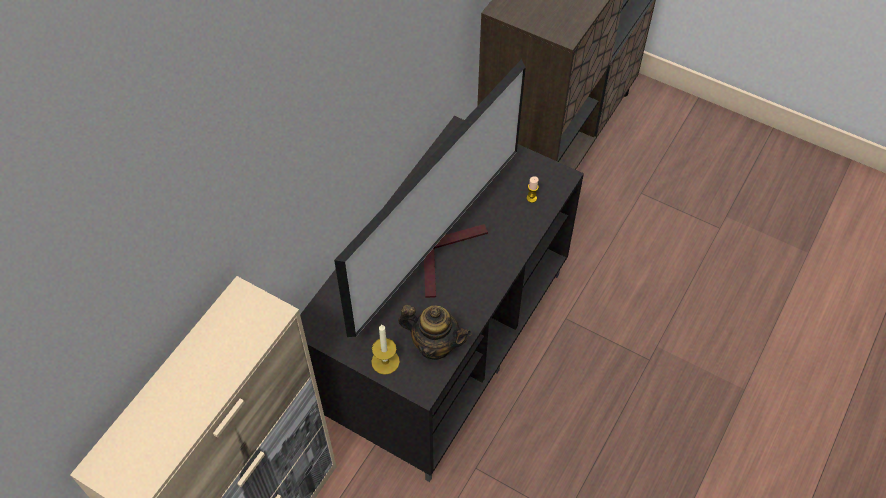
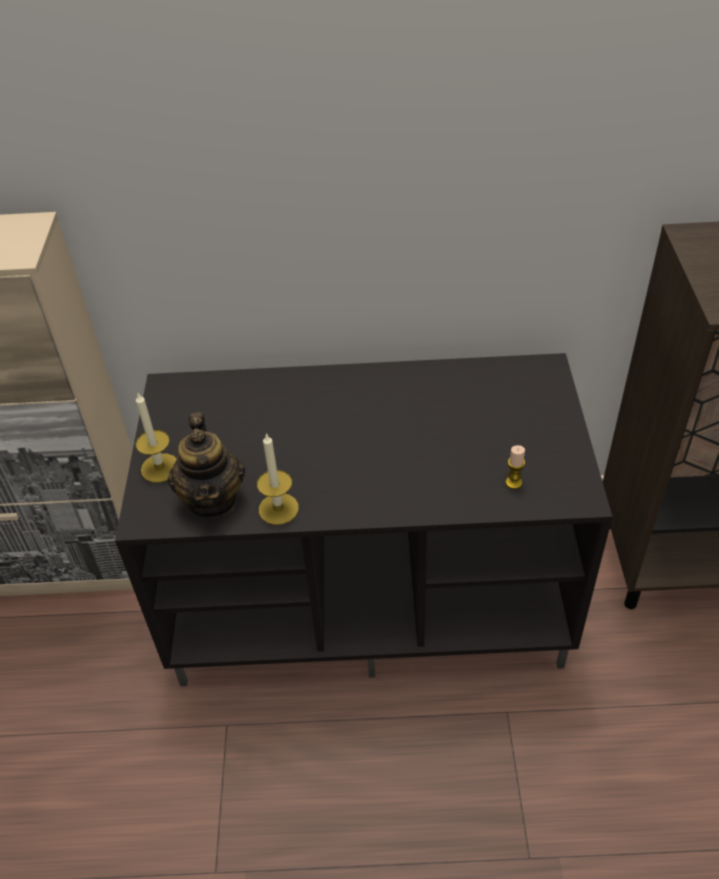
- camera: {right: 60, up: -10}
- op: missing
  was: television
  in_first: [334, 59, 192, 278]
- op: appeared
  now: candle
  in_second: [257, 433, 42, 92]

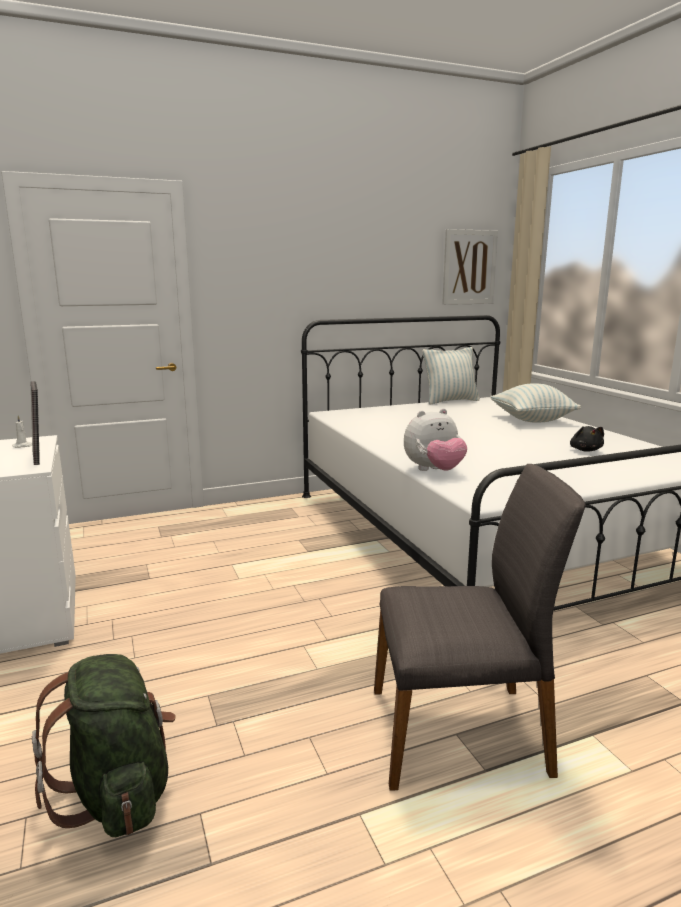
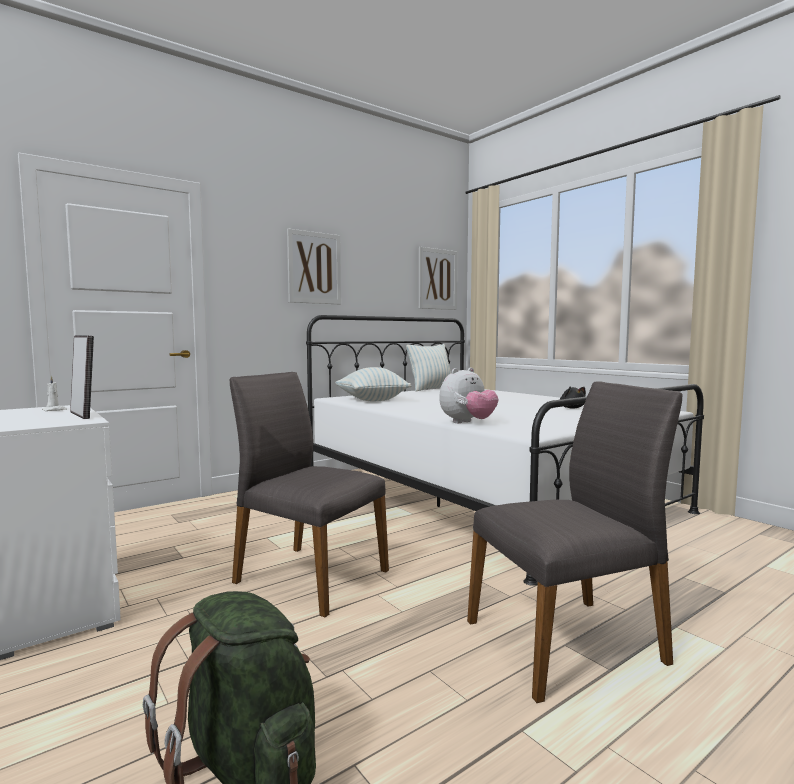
- camera: {right: -15, up: -10}
- op: relocated
  was: pillow
  in_first: [491, 383, 90, 39]
  in_second: [335, 367, 77, 34]
- op: appeared
  now: grey chair
  in_second: [230, 372, 159, 245]
- op: appeared
  now: picture
  in_second: [287, 229, 54, 75]

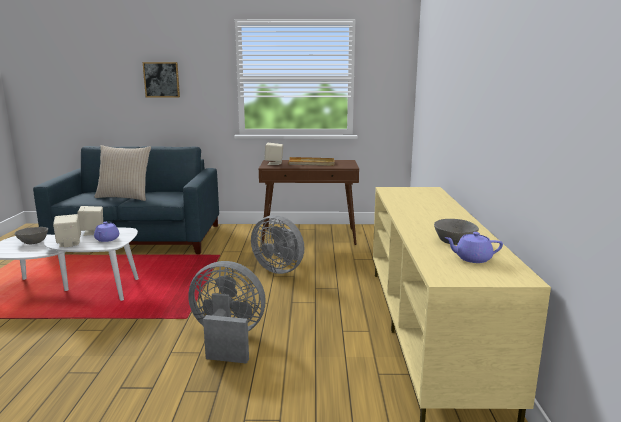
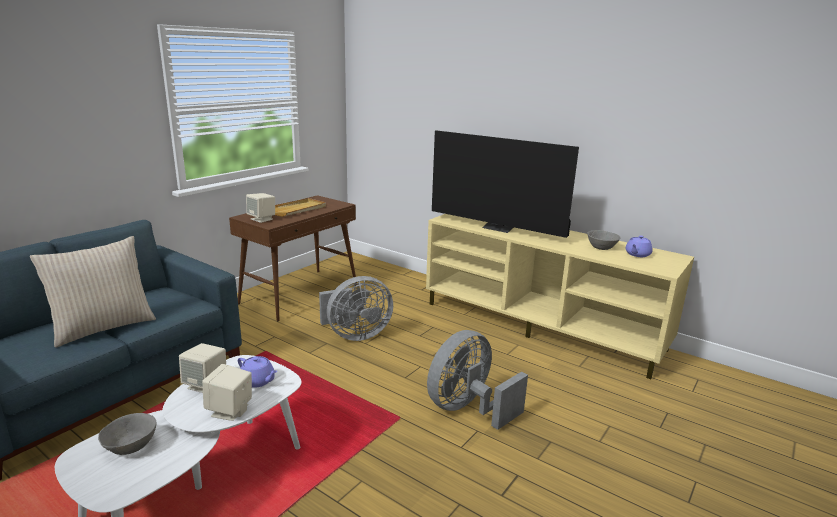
- camera: {right: -55, up: 5}
- op: missing
  was: picture
  in_first: [143, 62, 37, 35]
- op: appeared
  now: television
  in_second: [432, 130, 147, 108]

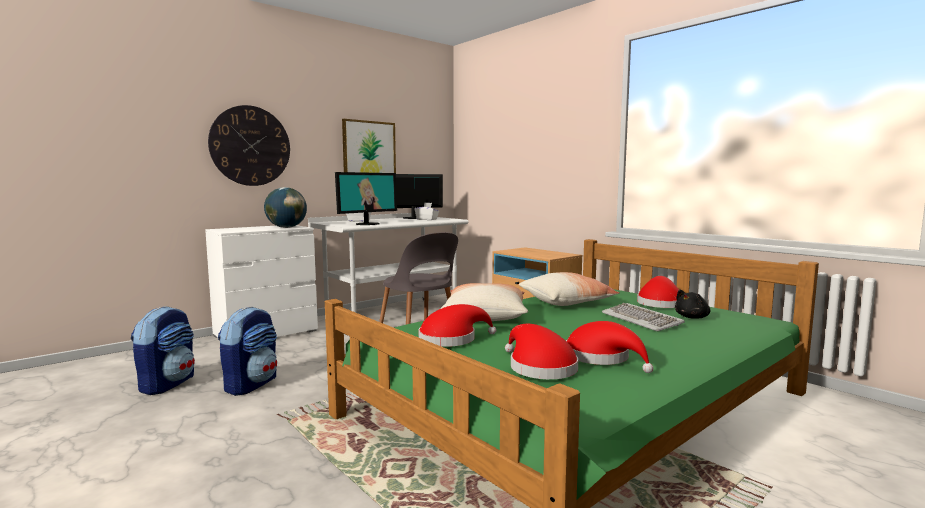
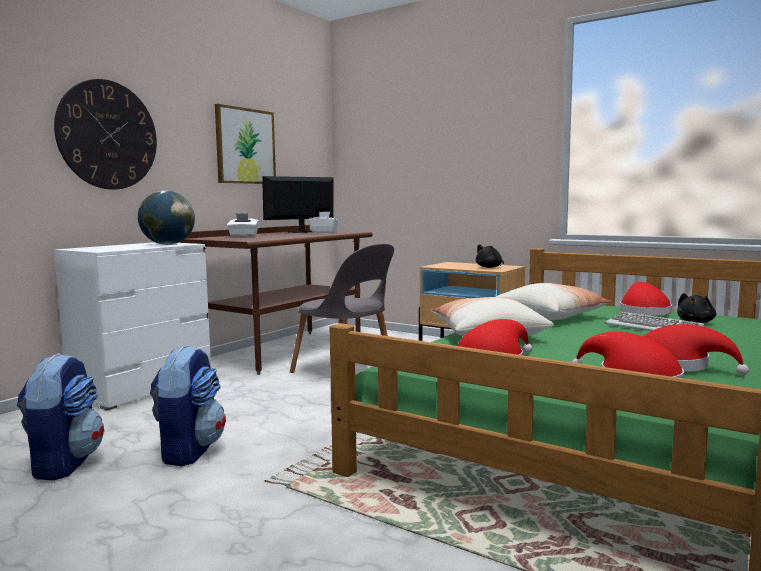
- camera: {right: -15, up: 0}
- op: colour
  was: white desk
  now: brown desk
  in_first: [308, 213, 160, 100]
  in_second: [180, 225, 193, 150]
- op: missing
  was: monitor
  in_first: [335, 172, 62, 53]
- op: appeared
  now: black plush toy
  in_second: [476, 244, 28, 24]

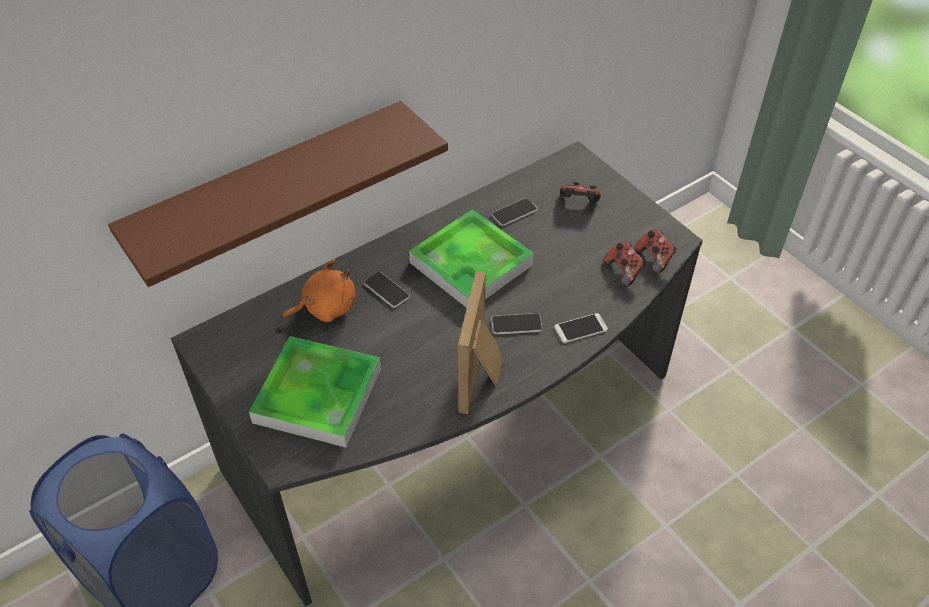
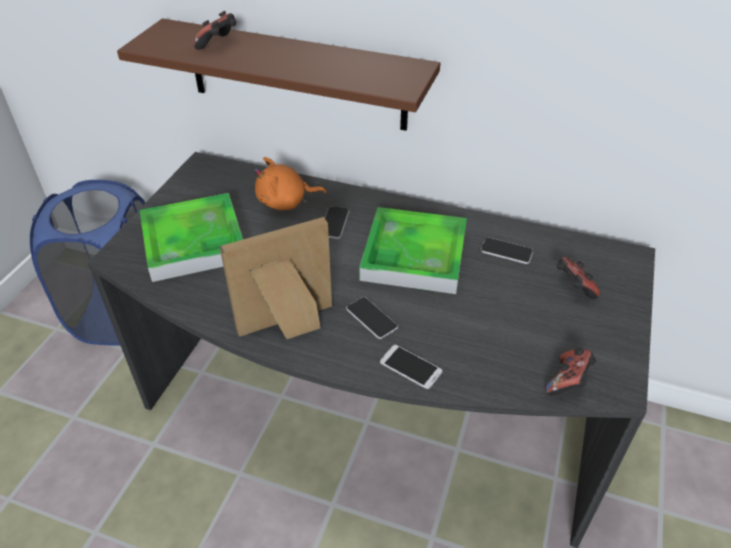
- camera: {right: 55, up: -5}
- op: spun
  was: orange plush toy
  in_first: [282, 259, 74, 63]
  in_second: [254, 157, 73, 53]
  clockwise: 135
- op: relocated
  was: game controller
  in_first: [604, 241, 41, 46]
  in_second: [193, 11, 43, 39]

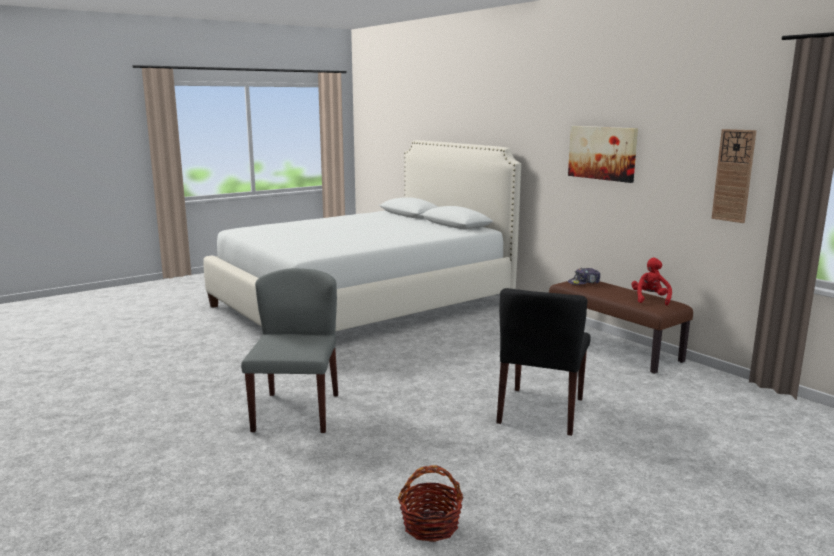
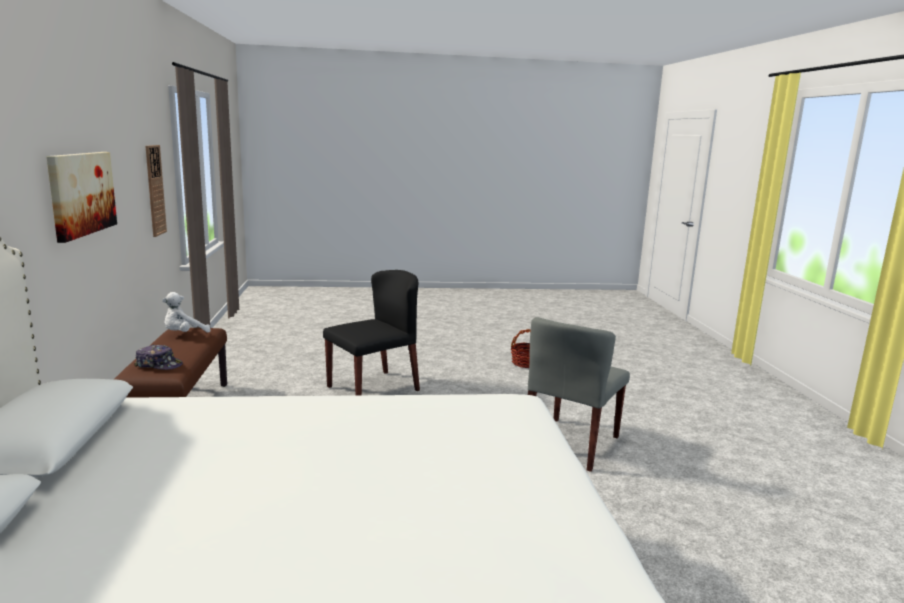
- camera: {right: -150, up: 0}
- op: colour
  was: red plush toy
  now: white plush toy
  in_first: [632, 258, 40, 48]
  in_second: [162, 292, 49, 41]

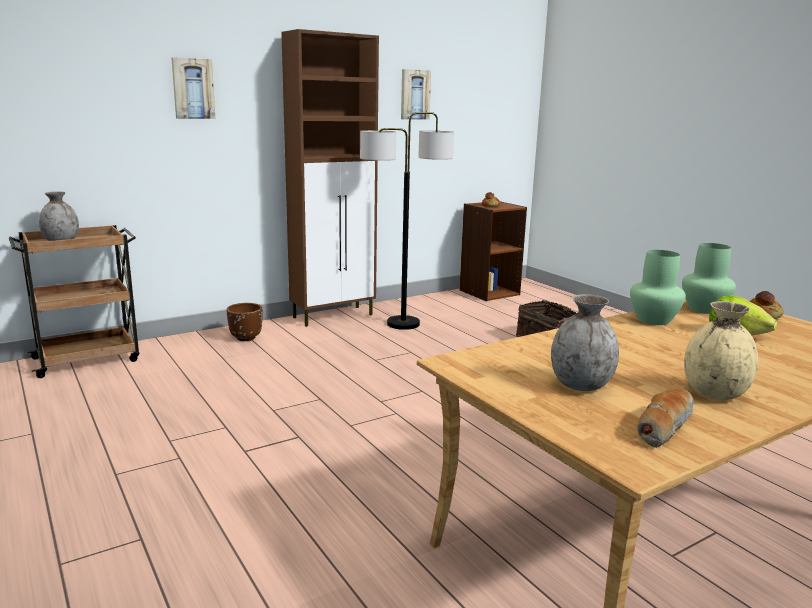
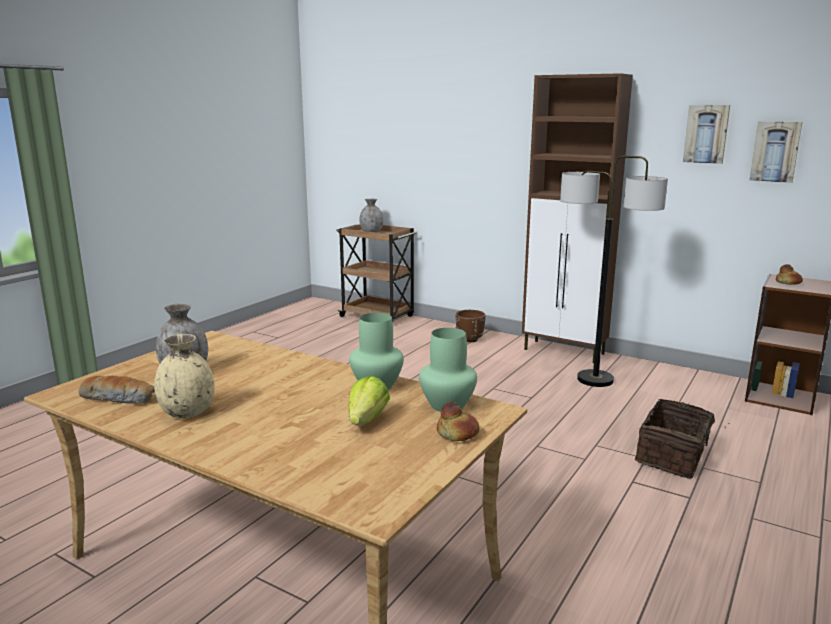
- camera: {right: 65, up: 0}
- op: relocated
  was: picture
  in_first: [171, 57, 44, 62]
  in_second: [750, 121, 52, 62]

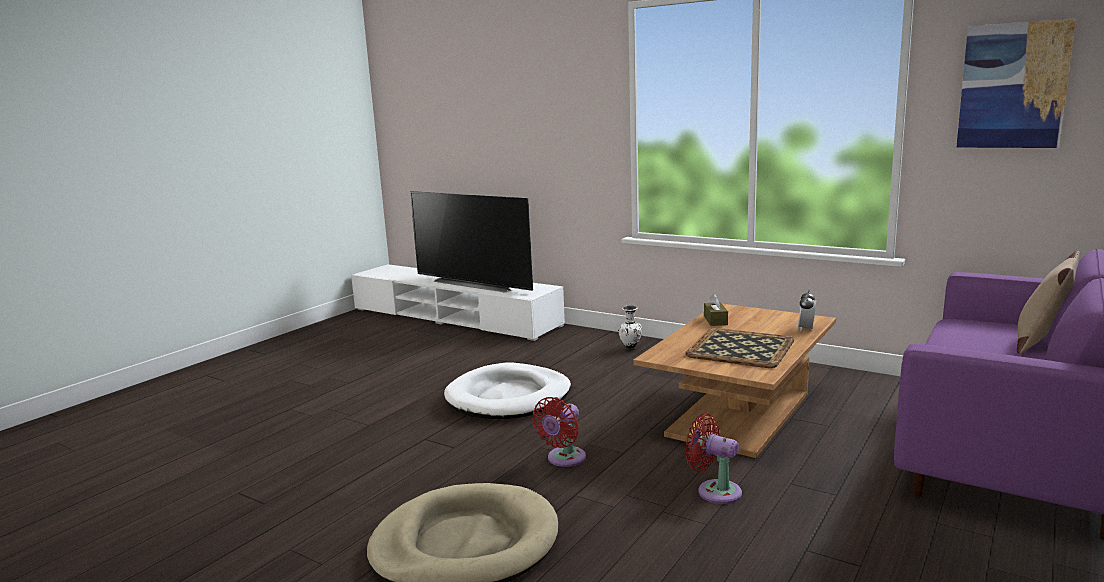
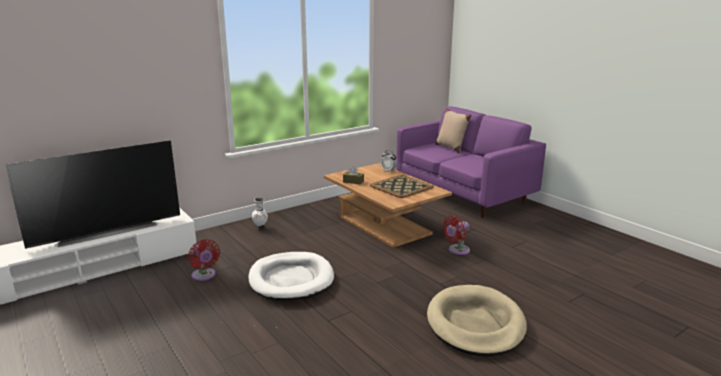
- camera: {right: -70, up: 5}
- op: relocated
  was: red fan
  in_first: [532, 397, 54, 70]
  in_second: [188, 239, 32, 42]
- op: missing
  was: picture
  in_first: [957, 18, 119, 130]

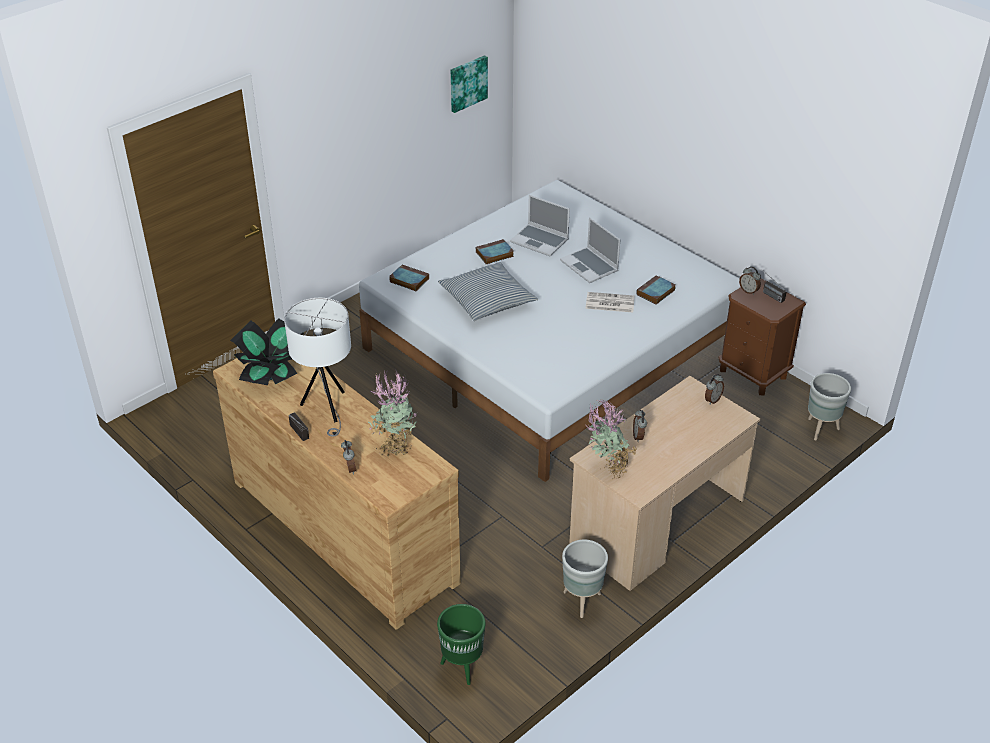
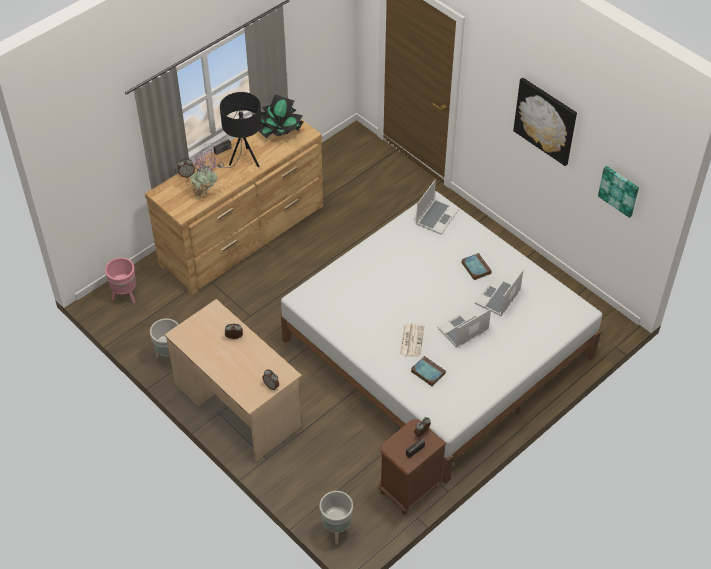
- camera: {right: 90, up: 10}
- op: colour
  was: white table lamp
  now: black table lamp
  in_first: [284, 298, 67, 139]
  in_second: [217, 92, 45, 76]
- op: exchanged
  was: book
  now: laptop
  in_first: [389, 265, 40, 26]
  in_second: [416, 179, 43, 56]
- op: colour
  was: green planter
  now: pink planter
  in_first: [437, 604, 49, 81]
  in_second: [105, 258, 31, 46]
- op: missing
  was: pillow
  in_first: [438, 262, 100, 59]
- op: missing
  was: potted plant
  in_first: [586, 400, 51, 79]
- op: appeared
  now: picture
  in_second: [513, 78, 64, 88]

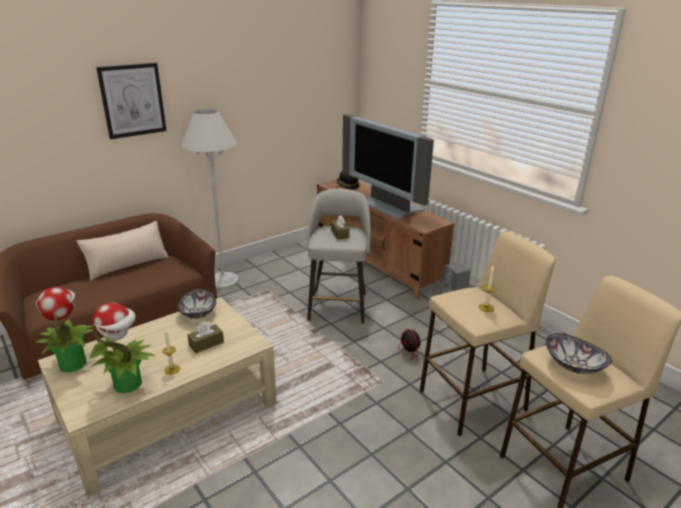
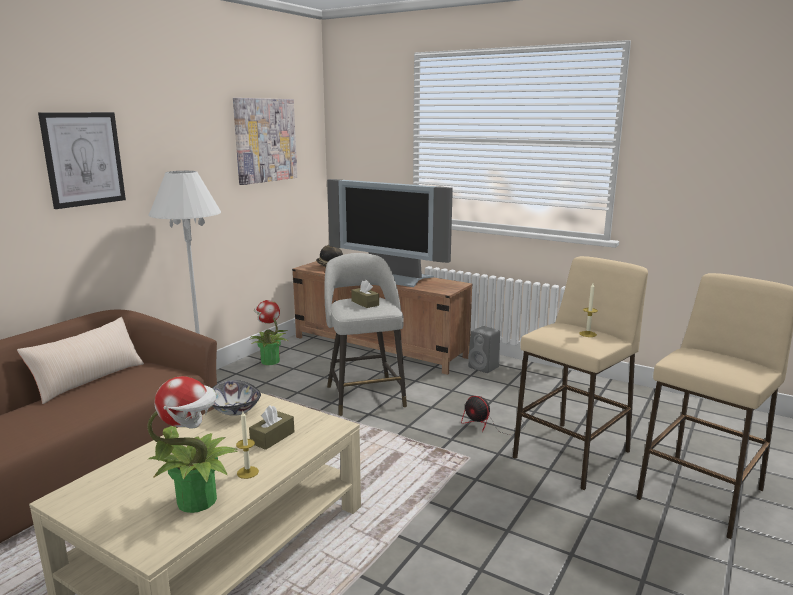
- camera: {right: -20, up: -10}
- op: relocated
  was: potted plant
  in_first: [35, 287, 58, 85]
  in_second: [251, 300, 38, 65]
- op: missing
  was: bowl
  in_first: [546, 333, 66, 41]
- op: appeared
  now: picture
  in_second: [233, 98, 64, 87]

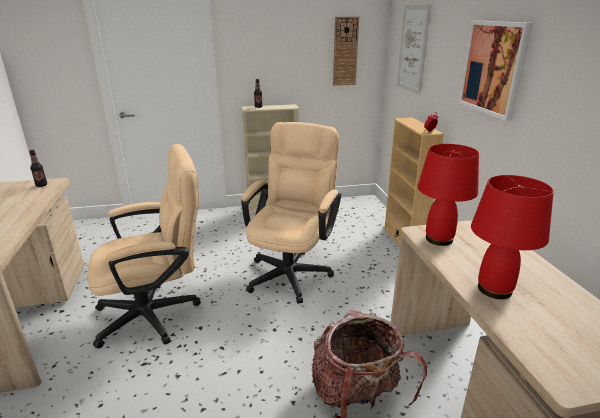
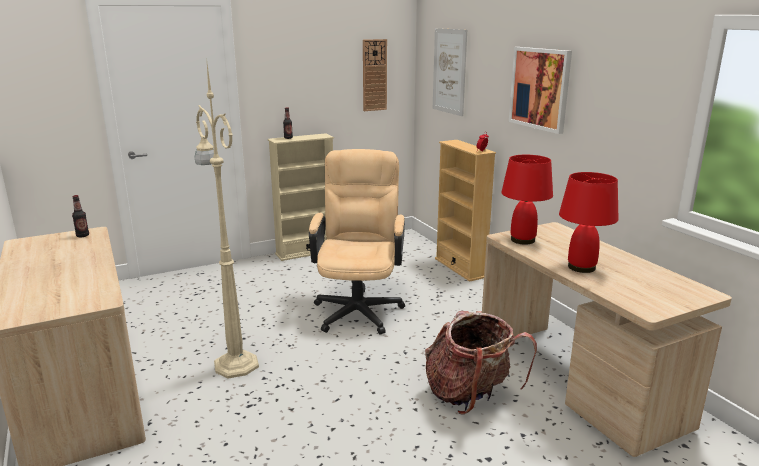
- camera: {right: -15, up: -5}
- op: exchanged
  was: beige office chair
  now: beige floor lamp
  in_first: [87, 144, 114, 204]
  in_second: [194, 57, 65, 322]

